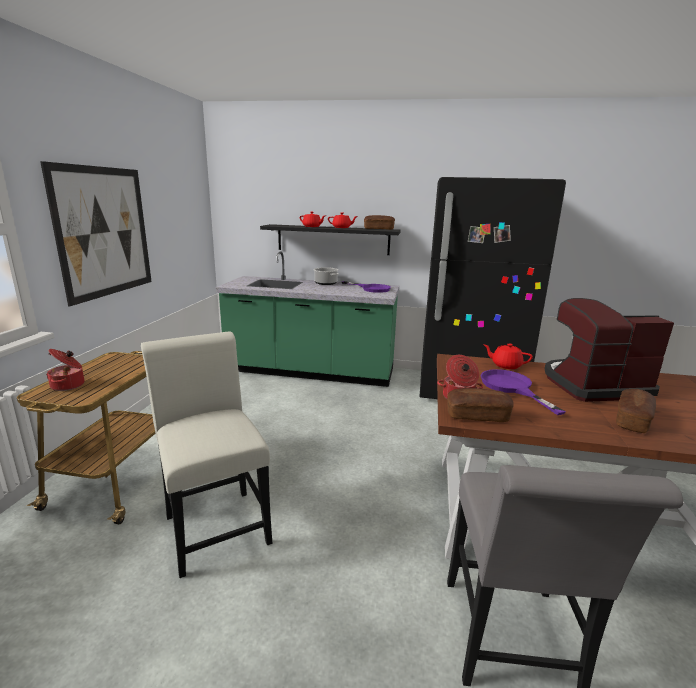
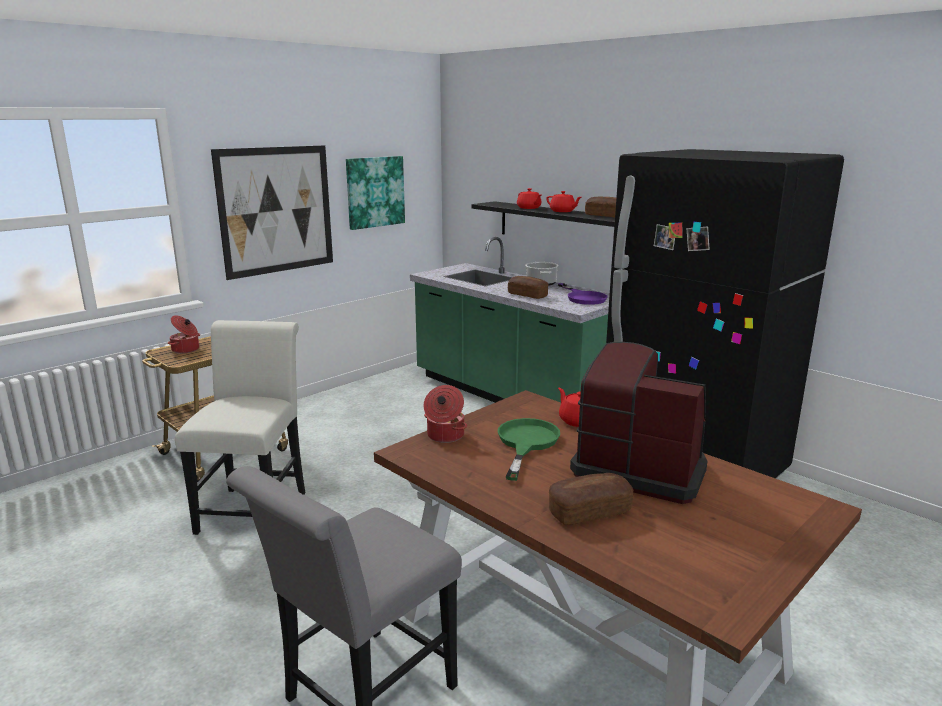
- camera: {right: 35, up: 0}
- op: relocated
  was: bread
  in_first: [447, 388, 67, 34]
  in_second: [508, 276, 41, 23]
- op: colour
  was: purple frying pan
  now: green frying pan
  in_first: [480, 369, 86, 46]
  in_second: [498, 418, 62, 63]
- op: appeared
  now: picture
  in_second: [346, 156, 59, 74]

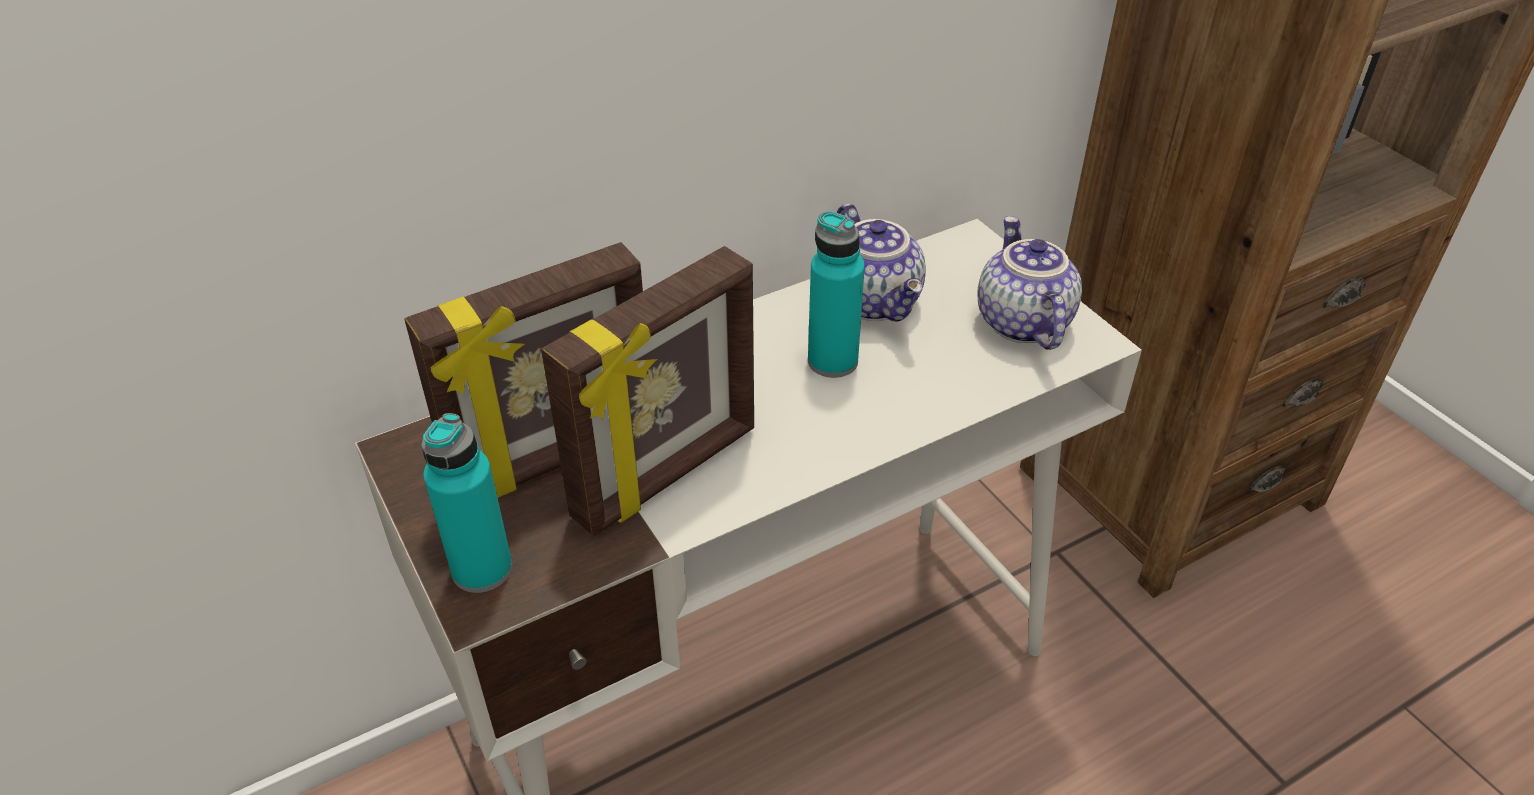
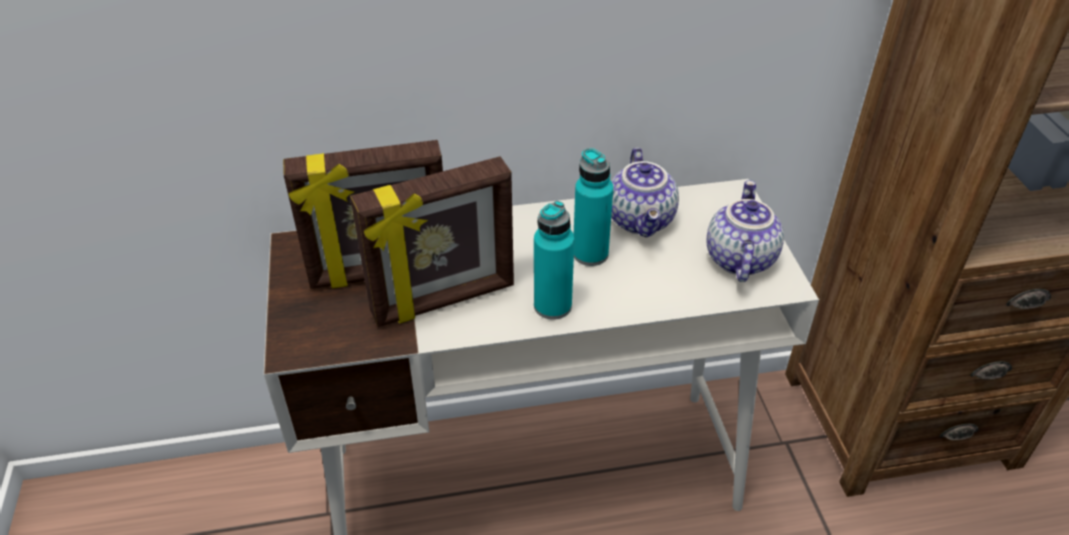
- camera: {right: 20, up: 0}
- op: relocated
  was: turquoise bottle
  in_first: [421, 413, 92, 180]
  in_second: [534, 201, 41, 119]

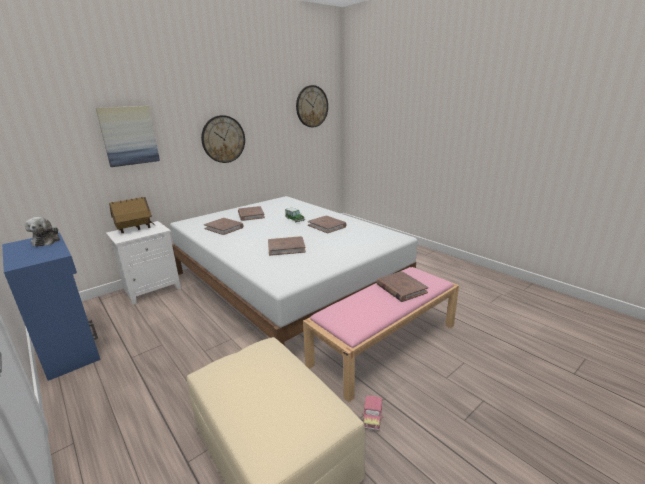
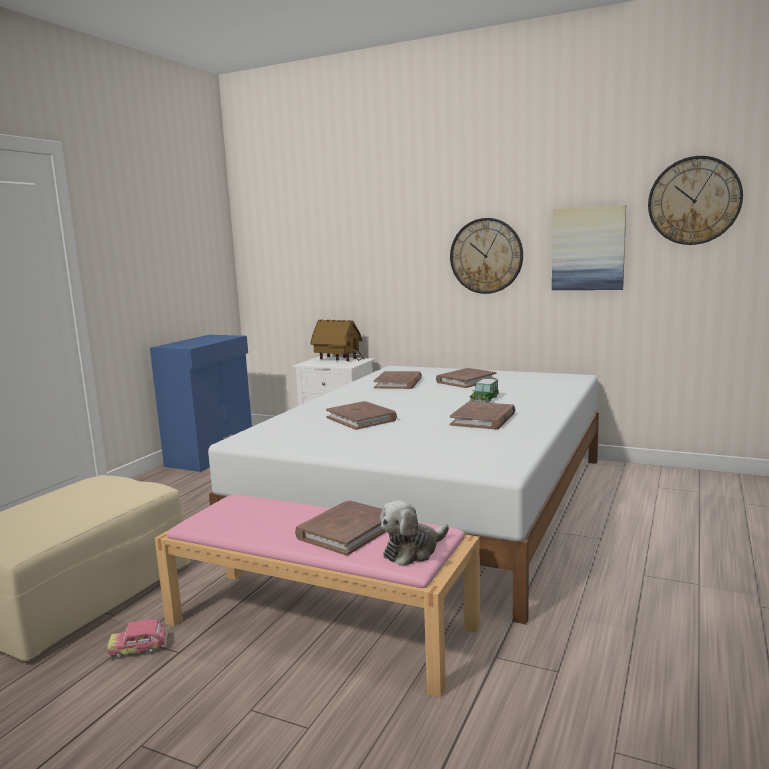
- camera: {right: 65, up: -10}
- op: relocated
  was: plush toy
  in_first: [25, 217, 35, 30]
  in_second: [380, 500, 69, 66]
- op: relocated
  was: picture
  in_first: [96, 106, 64, 61]
  in_second: [552, 205, 74, 85]

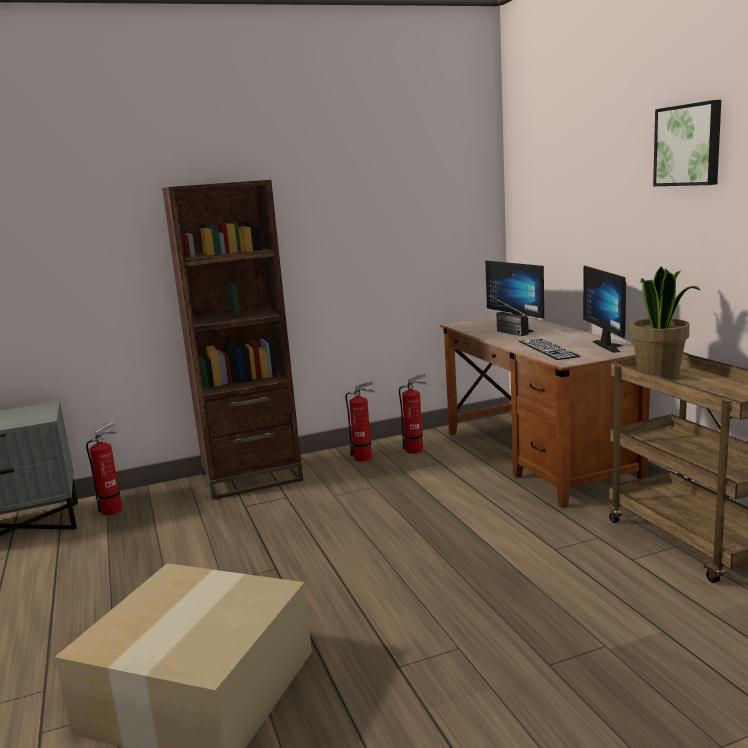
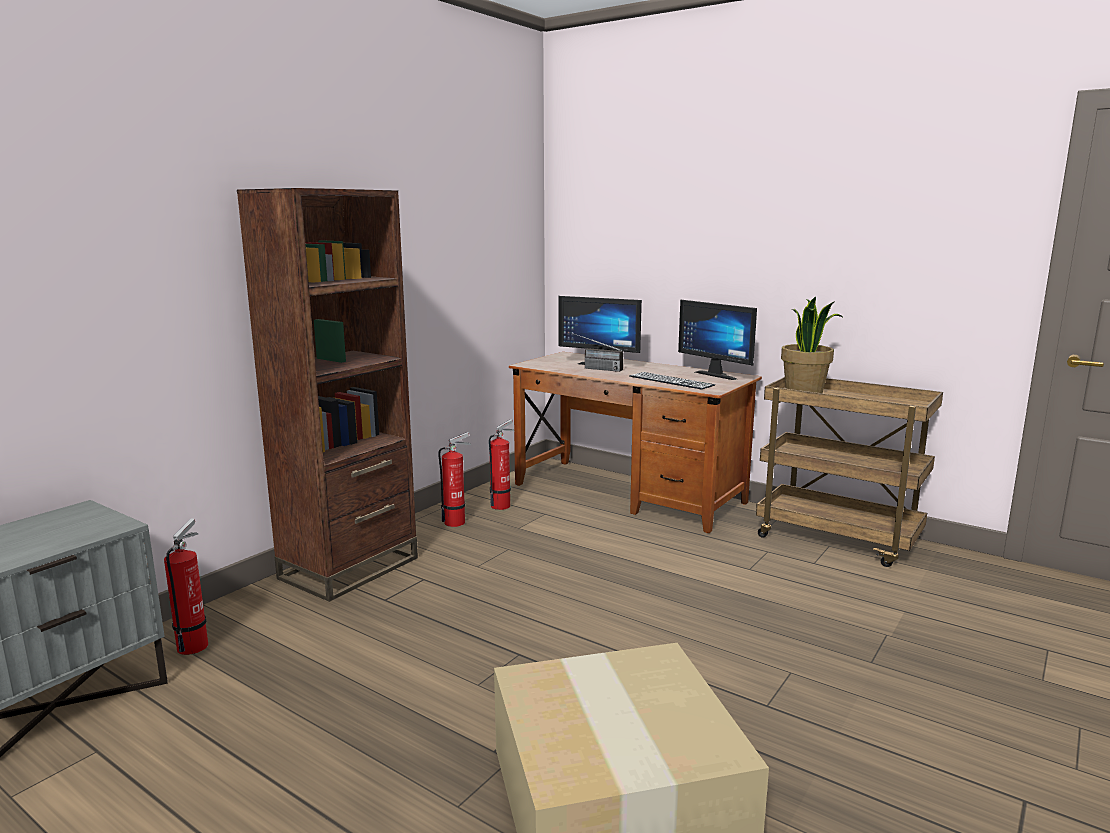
- camera: {right: -35, up: 0}
- op: missing
  was: picture
  in_first: [653, 100, 68, 86]

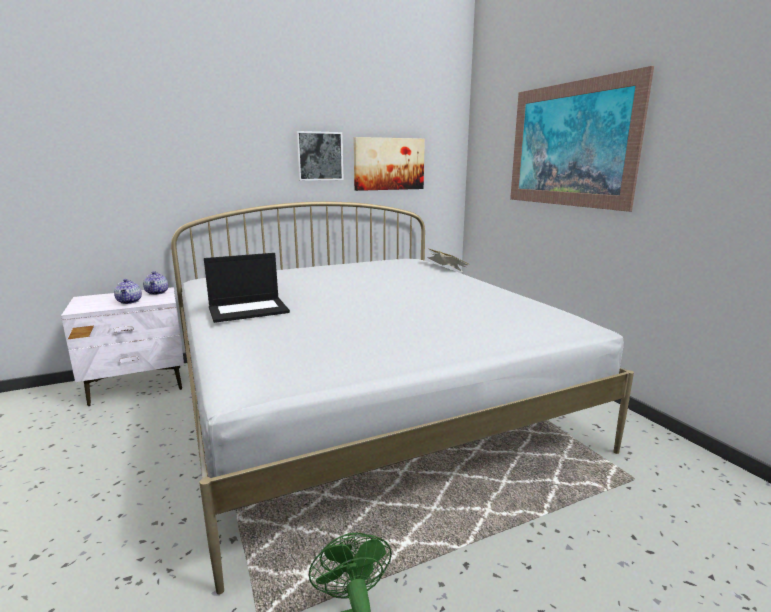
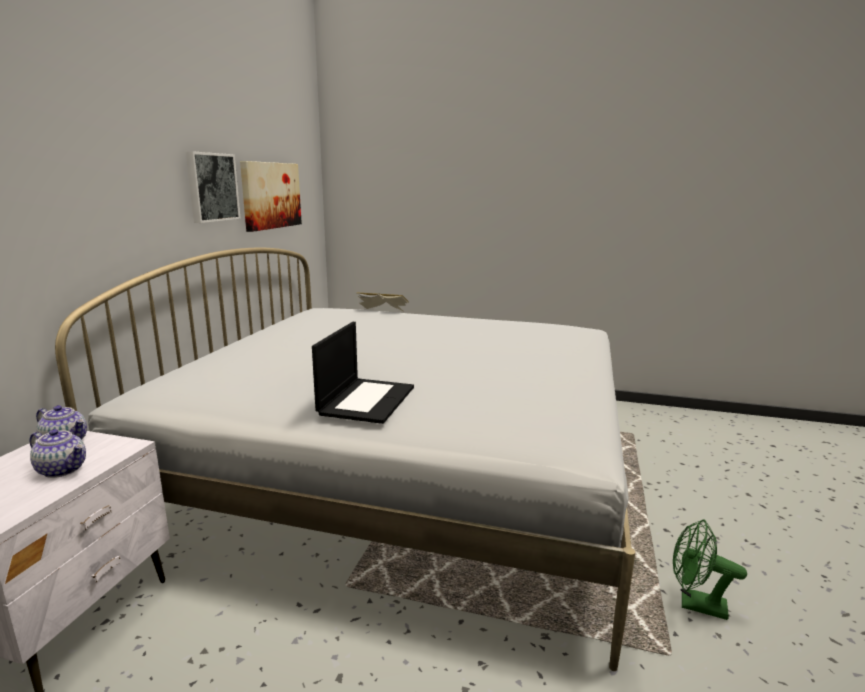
- camera: {right: -50, up: 0}
- op: missing
  was: picture
  in_first: [510, 66, 144, 146]

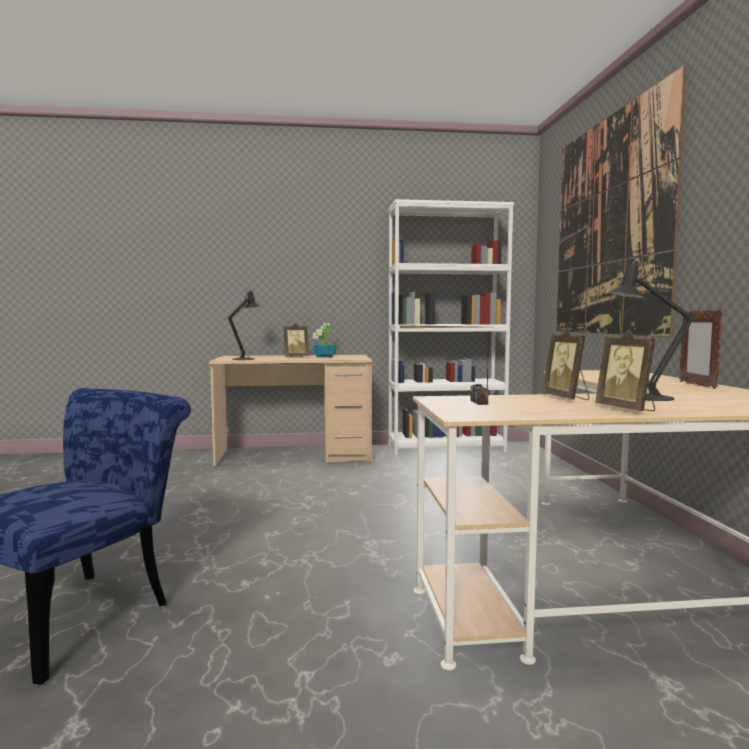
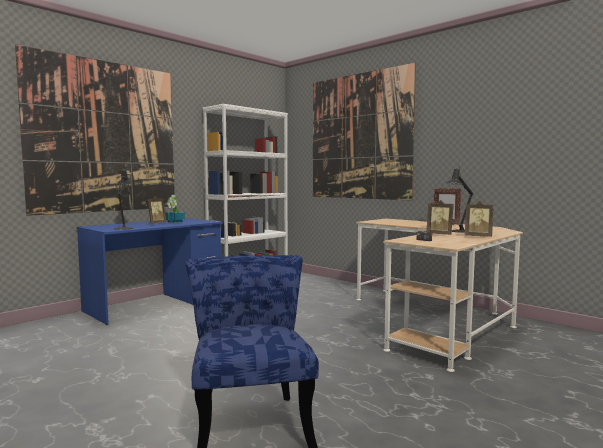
- camera: {right: -40, up: 0}
- op: colour
  was: beige desk
  now: blue desk
  in_first: [209, 355, 163, 112]
  in_second: [77, 218, 146, 107]
- op: appeared
  now: picture
  in_second: [15, 45, 160, 171]

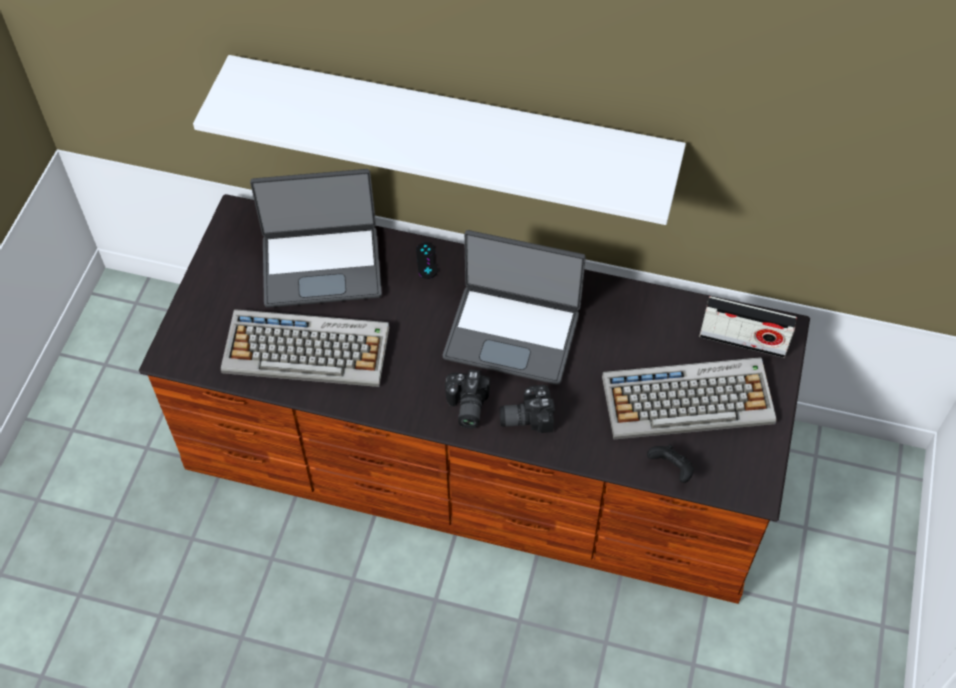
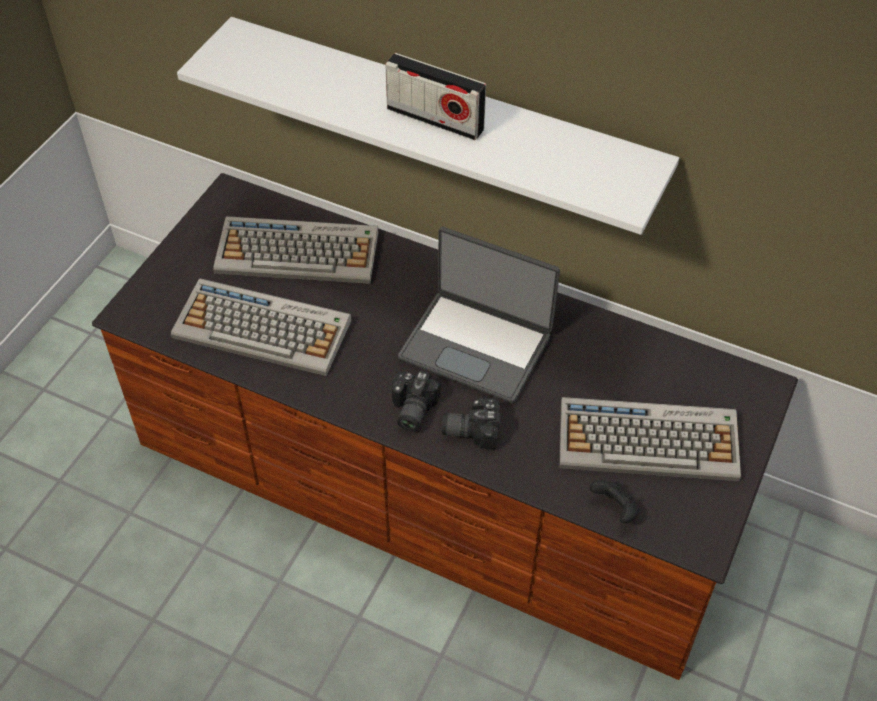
- camera: {right: 10, up: -5}
- op: exchanged
  was: laptop
  now: keyboard
  in_first: [250, 169, 132, 139]
  in_second: [213, 216, 165, 68]
- op: missing
  was: black game controller
  in_first: [416, 242, 22, 37]
- op: relocated
  was: radio
  in_first: [699, 296, 98, 62]
  in_second: [385, 53, 101, 87]

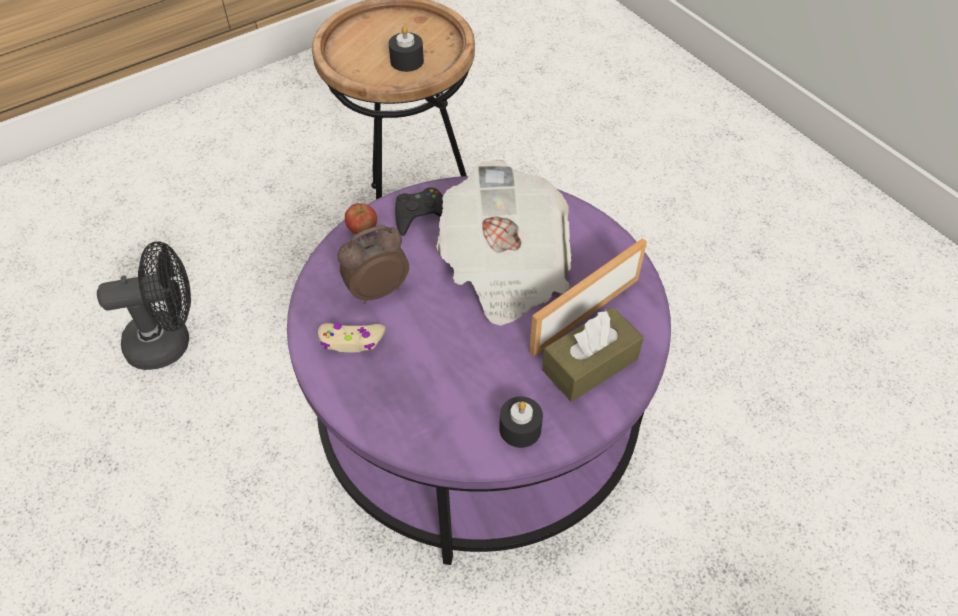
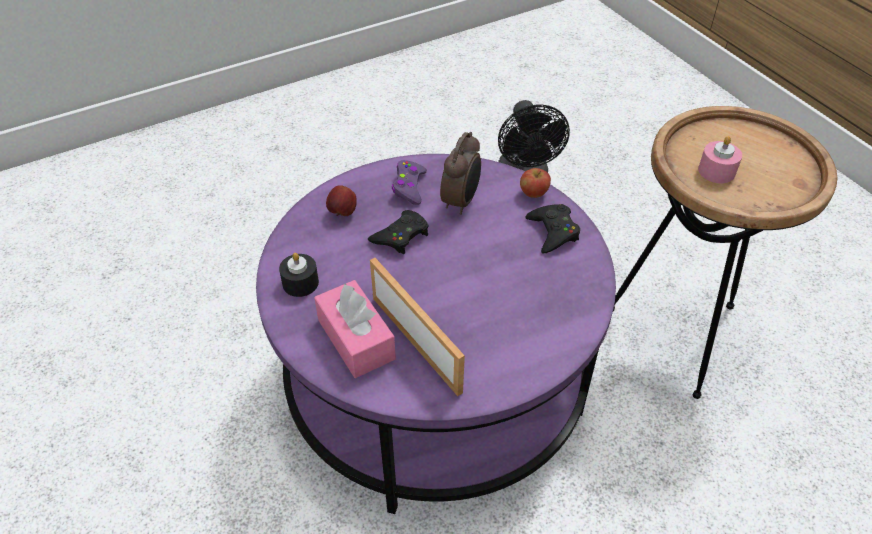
- camera: {right: 95, up: -5}
- op: colour
  was: beige game controller
  now: purple game controller
  in_first: [318, 323, 67, 29]
  in_second: [392, 160, 35, 45]
- op: spun
  was: alarm clock
  in_first: [337, 225, 72, 79]
  in_second: [440, 132, 41, 83]
  clockwise: 45
- op: colour
  was: black candle
  now: pink candle
  in_first: [389, 26, 35, 46]
  in_second: [698, 136, 44, 47]
- op: missing
  was: newspaper
  in_first: [436, 160, 135, 166]
- op: colour
  was: brown tissue box
  now: pink tissue box
  in_first: [542, 307, 102, 95]
  in_second: [314, 280, 82, 98]
- op: appeared
  now: apple
  in_second: [326, 185, 31, 31]
- op: appeared
  now: black game controller
  in_second: [368, 210, 60, 44]

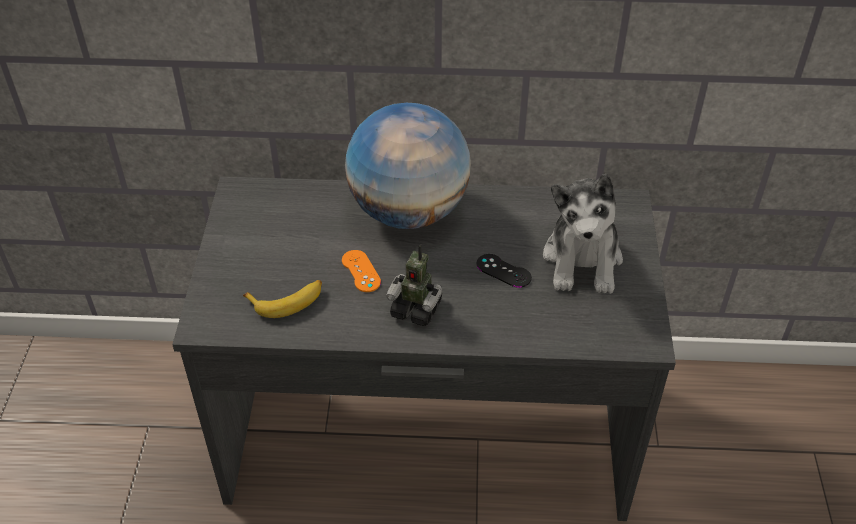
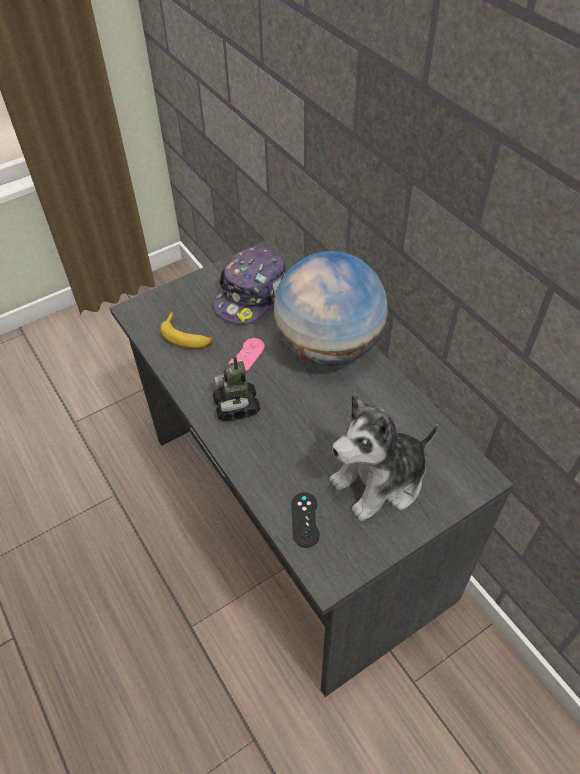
- camera: {right: 55, up: 5}
- op: colour
  was: orange game controller
  now: pink game controller
  in_first: [342, 250, 39, 42]
  in_second: [228, 338, 37, 34]
- op: relocated
  was: black game controller
  in_first: [477, 254, 55, 34]
  in_second: [291, 492, 29, 56]
- op: appeared
  now: cap
  in_second: [213, 247, 73, 78]

